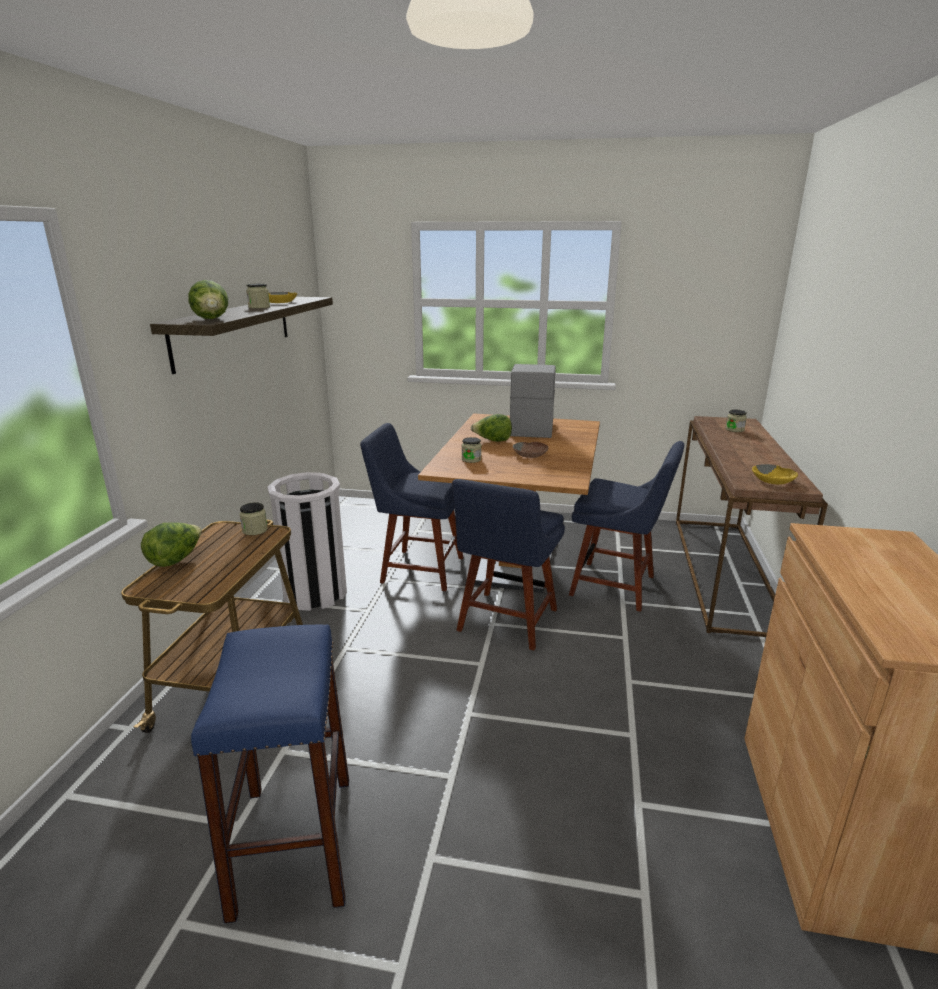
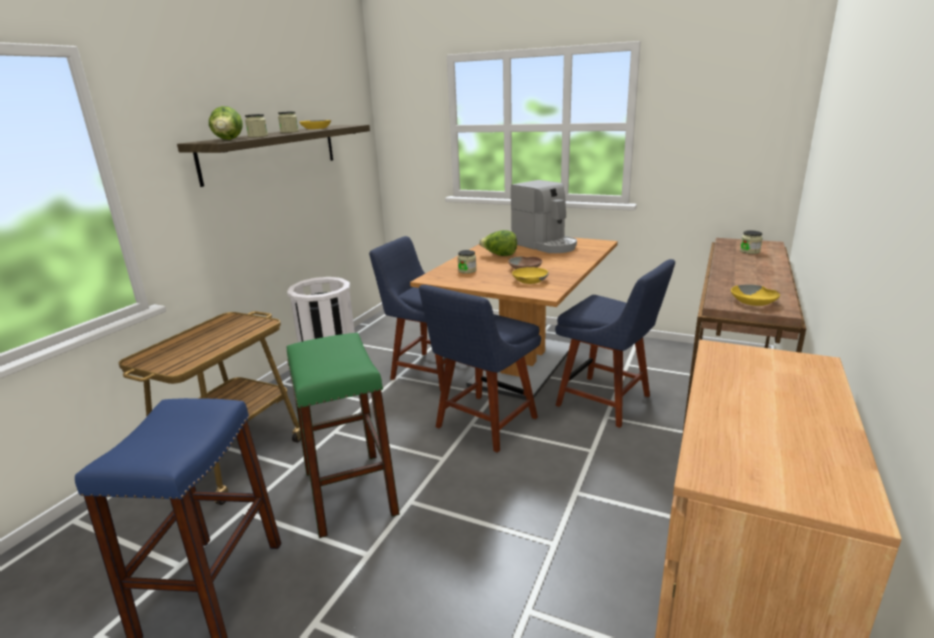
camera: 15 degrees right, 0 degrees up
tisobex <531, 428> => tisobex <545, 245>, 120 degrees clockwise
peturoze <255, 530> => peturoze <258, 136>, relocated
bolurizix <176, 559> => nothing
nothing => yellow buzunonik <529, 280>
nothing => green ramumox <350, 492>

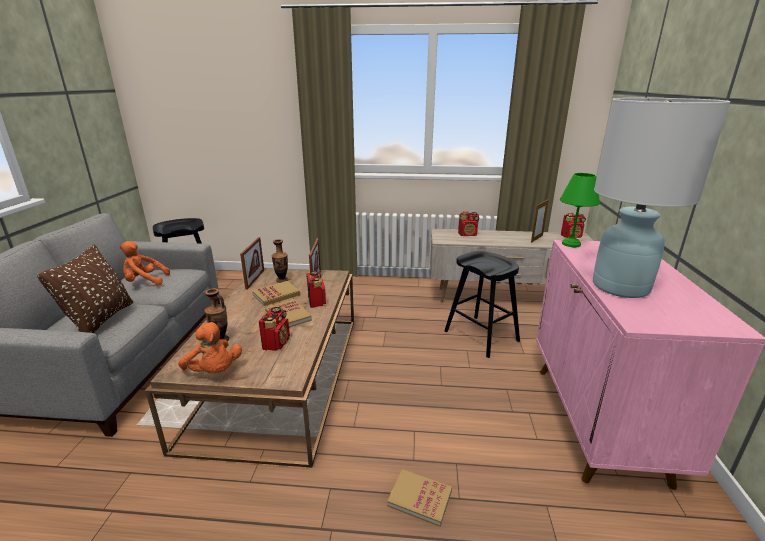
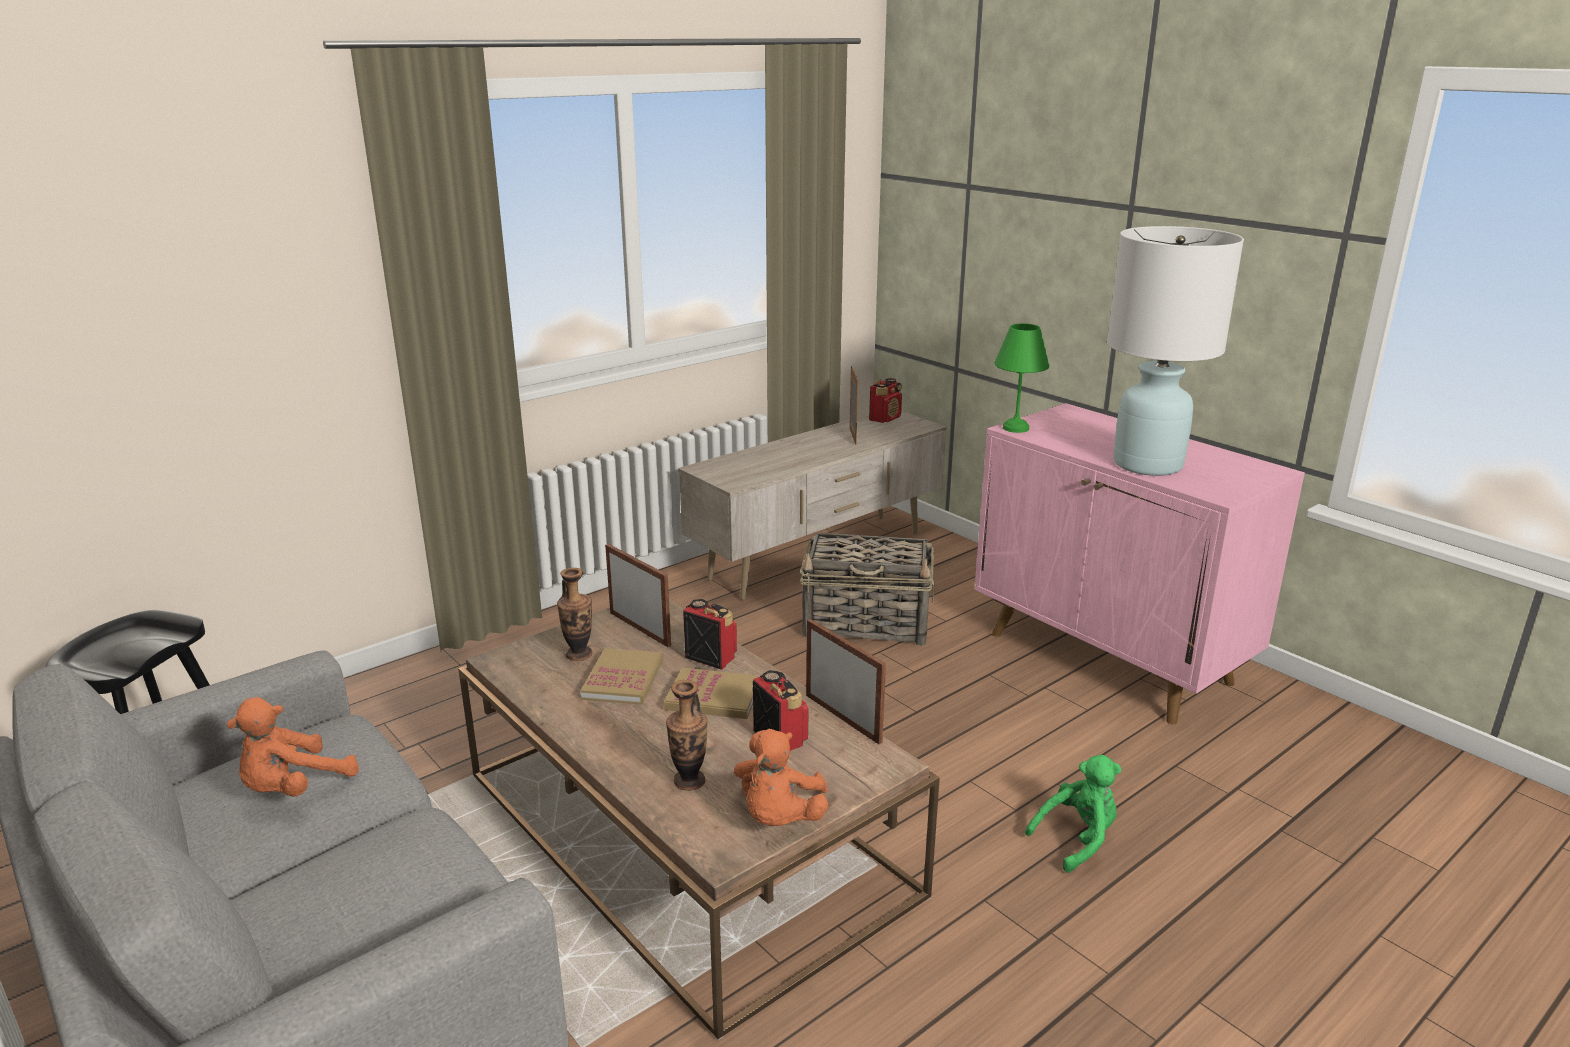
camera: 45 degrees left, 0 degrees up
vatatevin <468, 234> => nothing
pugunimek <255, 279> => pugunimek <843, 718>, relocated
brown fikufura <101, 320> => nothing
black ramumox <481, 336> => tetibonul <867, 623>
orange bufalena <214, 372> => orange bufalena <779, 818>, 105 degrees clockwise
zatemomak <420, 498> => green bufalena <1077, 839>

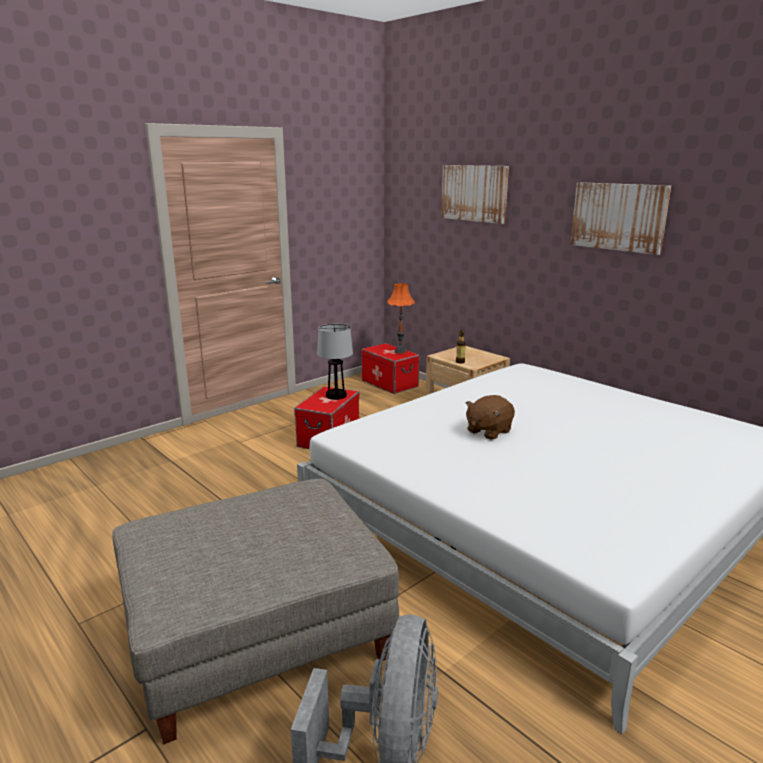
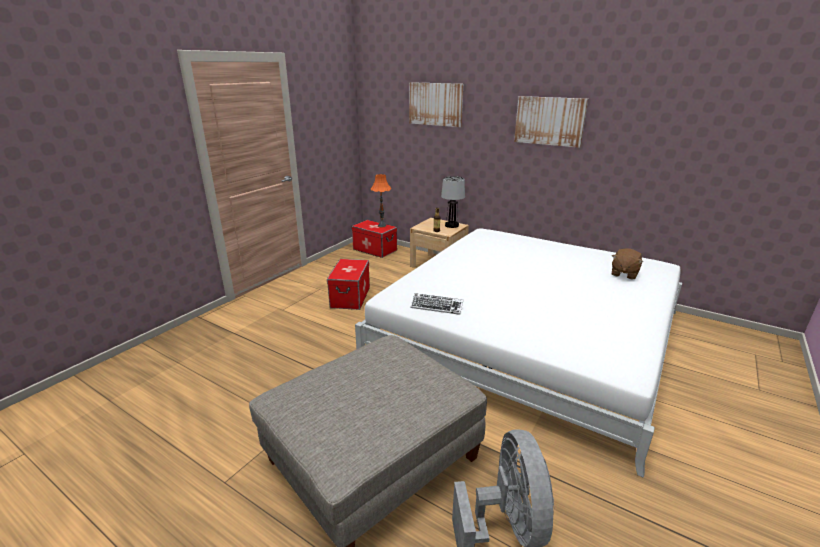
camera: 15 degrees left, 5 degrees up
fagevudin <335, 395> => fagevudin <451, 225>, relocated
brown bufalena <488, 431> => brown bufalena <624, 273>, relocated
nothing => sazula <436, 307>

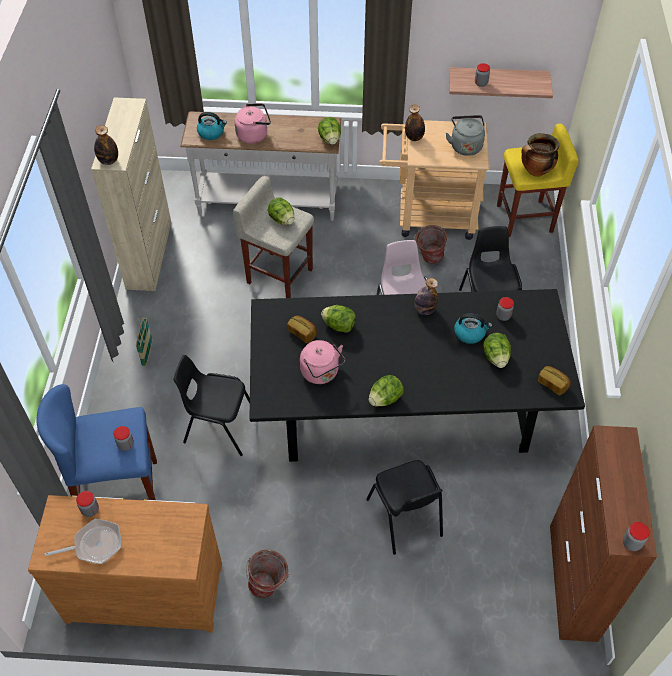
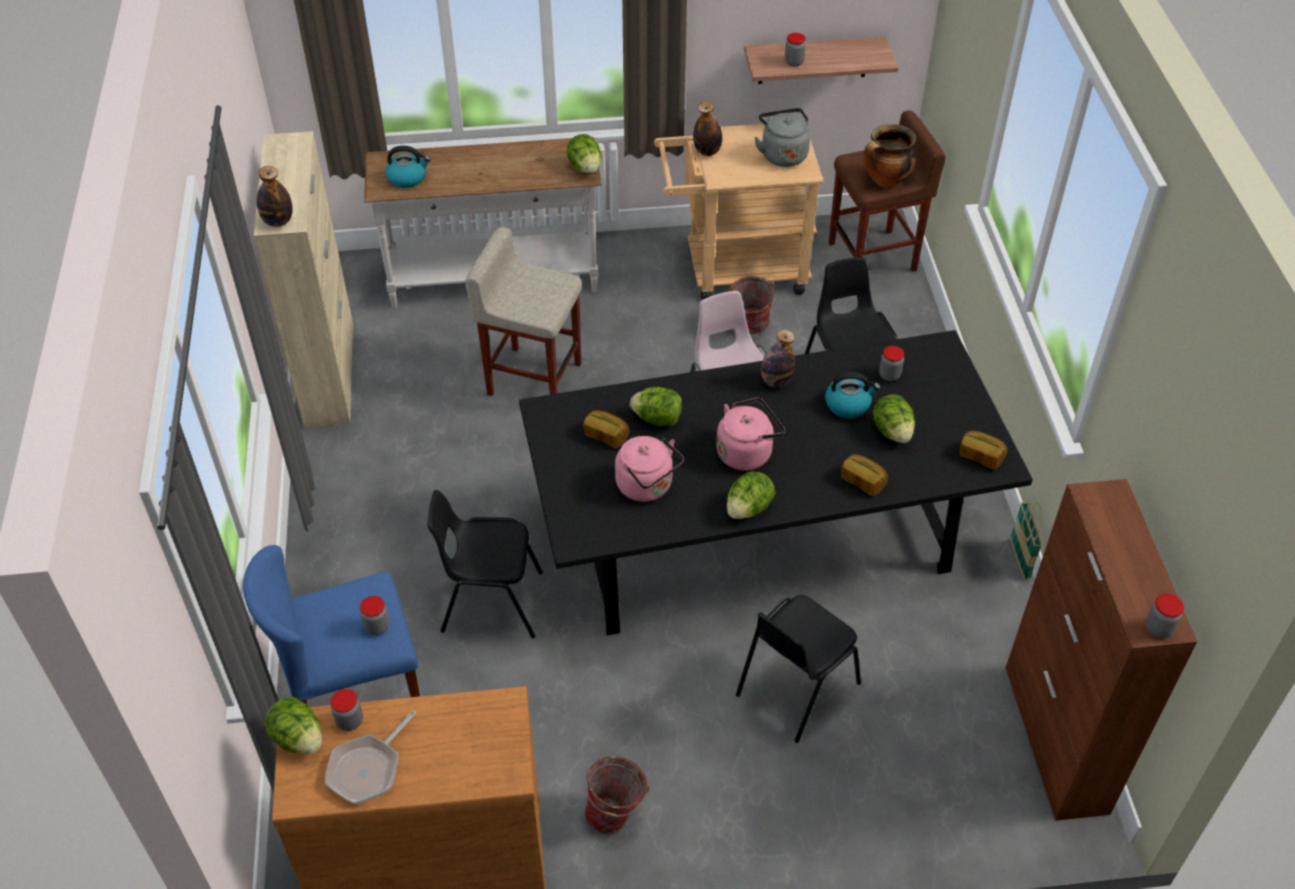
camera: 10 degrees left, 5 degrees down
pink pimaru <254, 135> => pink pimaru <747, 452>, relocated
yellow ramumox <525, 218> => brown ramumox <873, 256>
bolurizix <282, 219> => bolurizix <299, 738>, relocated
tetibonul <147, 353> => tetibonul <1019, 559>, relocated
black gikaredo <404, 518> => black gikaredo <795, 689>, 75 degrees clockwise
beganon <94, 545> => beganon <368, 769>, 150 degrees clockwise
nothing => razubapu <863, 481>

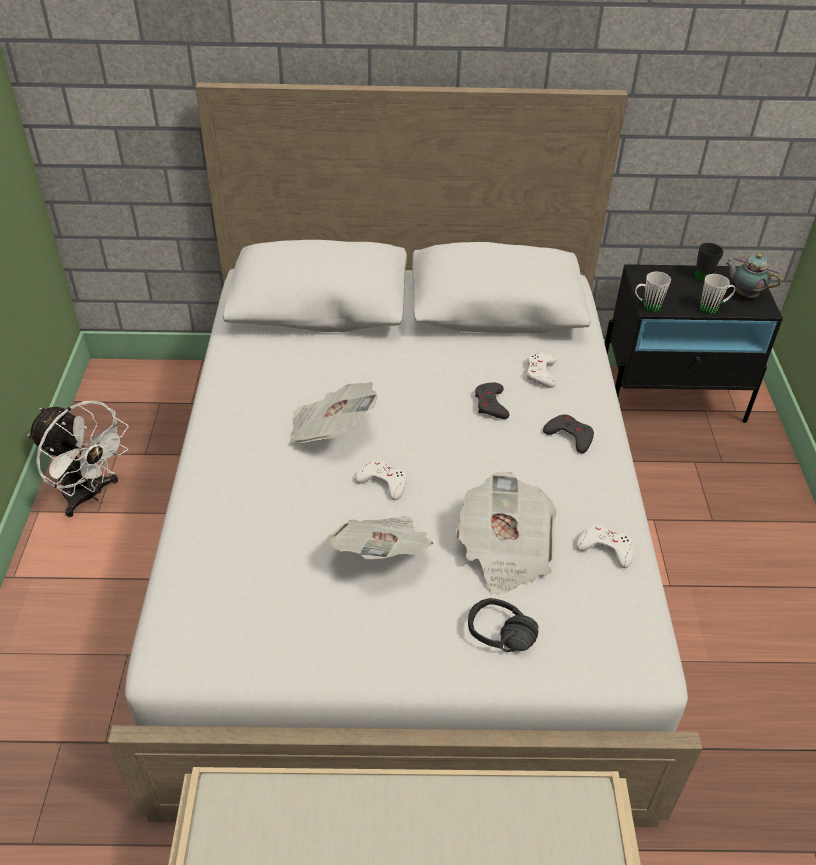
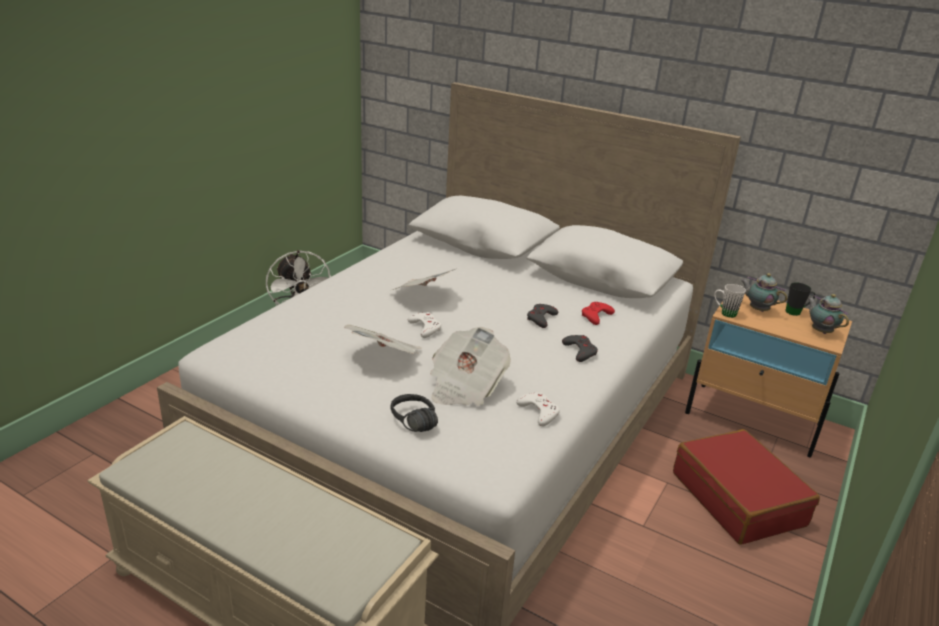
camera: 30 degrees right, 15 degrees down
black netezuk <671, 398> => beige netezuk <753, 419>
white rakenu <713, 309> => nothing
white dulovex <541, 373> => red dulovex <596, 316>
nothing => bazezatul <757, 309>
nothing => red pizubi <738, 499>

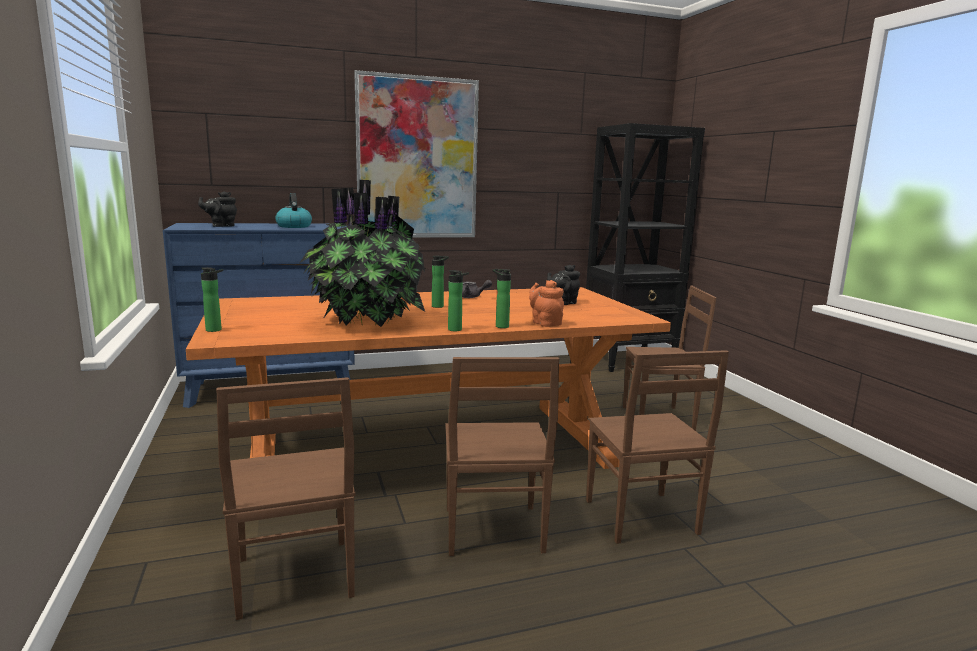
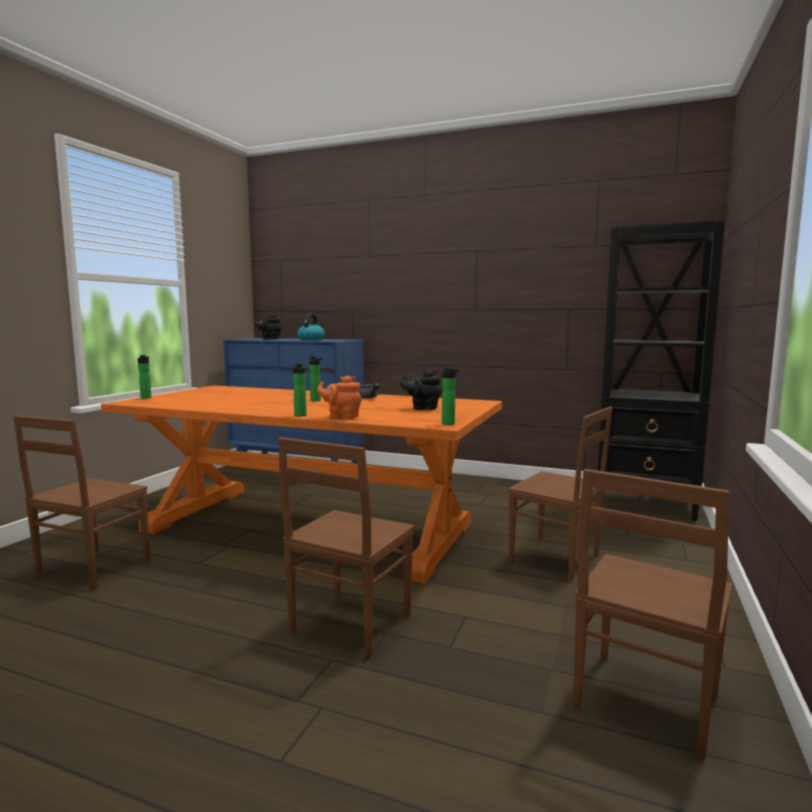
camera: 40 degrees right, 5 degrees down
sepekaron <417, 159> => nothing
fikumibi <366, 323> => nothing
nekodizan <457, 330> => nekodizan <449, 424>, relocated
orange bazezatul <545, 323> => orange bazezatul <342, 417>, 90 degrees counterclockwise
brown gikaredo <492, 531> => brown gikaredo <643, 702>, relocated

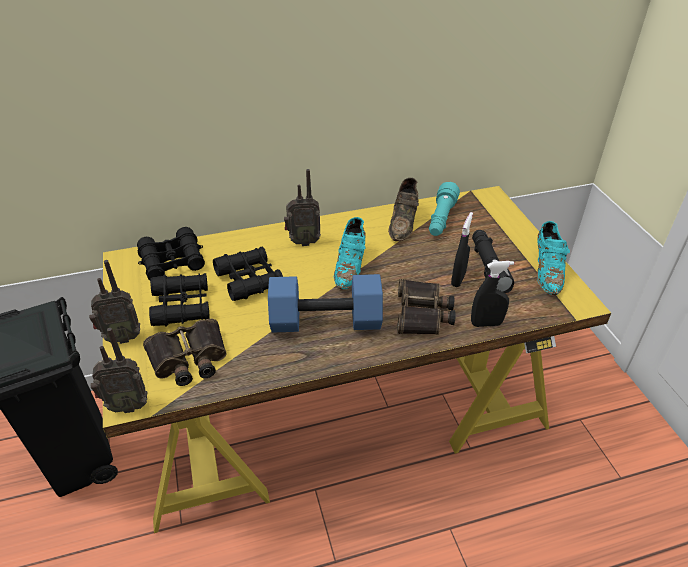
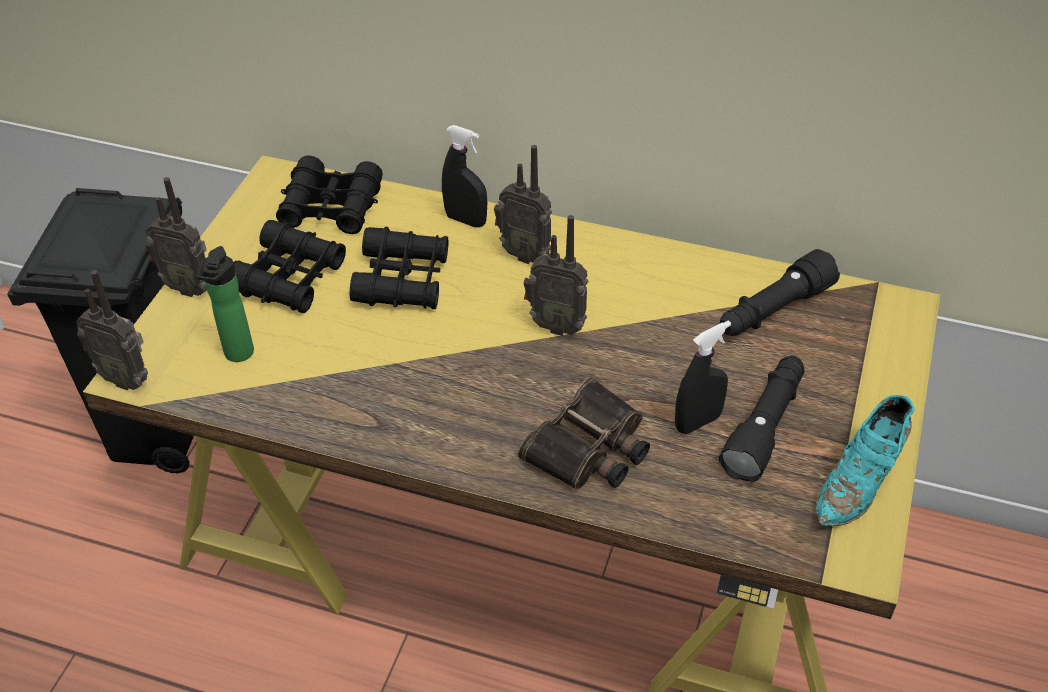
camera: 35 degrees right, 5 degrees up
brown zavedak <403, 223> => nothing
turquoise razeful <441, 219> => black razeful <773, 310>
turquoise zavedak <351, 266> => vatatevin <556, 325>
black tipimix <486, 323> => black tipimix <466, 220>, relocated
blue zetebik <327, 320> => nothing
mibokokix <189, 359> => nekodizan <237, 355>

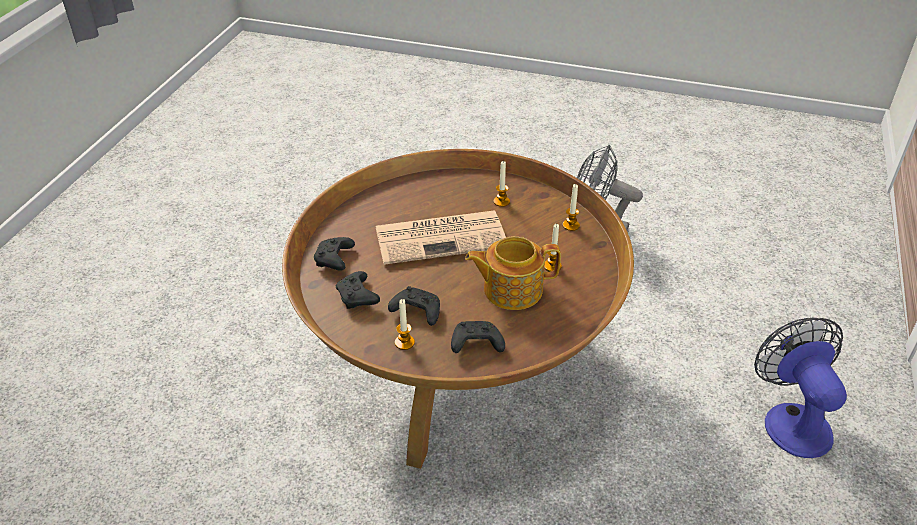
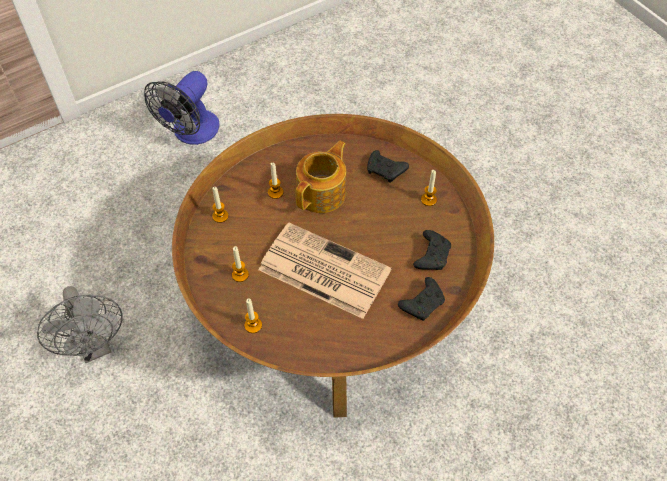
camera: 140 degrees left, 15 degrees up
bazezatul <511, 289> => bazezatul <322, 193>, 90 degrees counterclockwise
black dulovex <416, 311> => nothing
nothing => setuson <253, 325>

